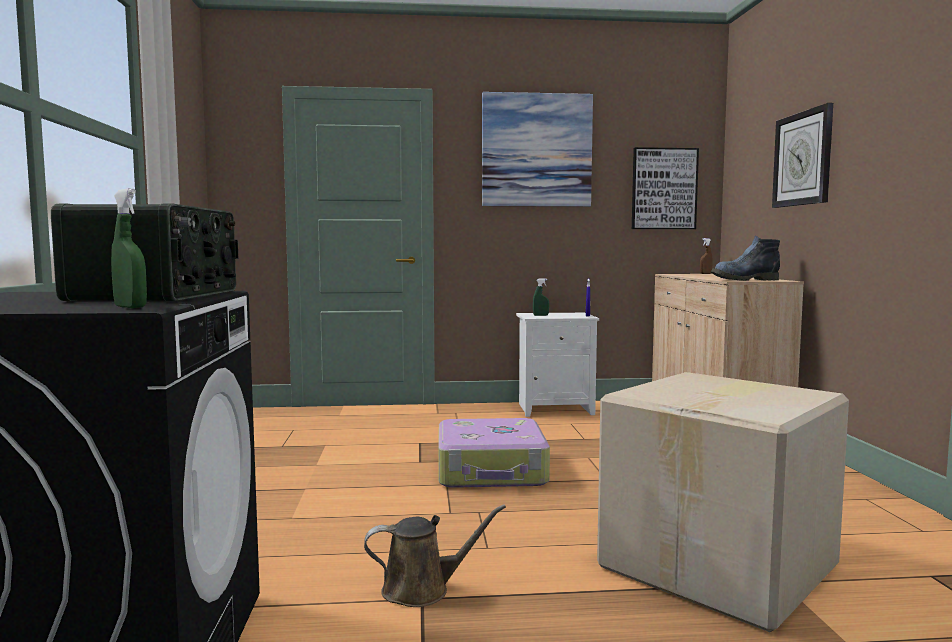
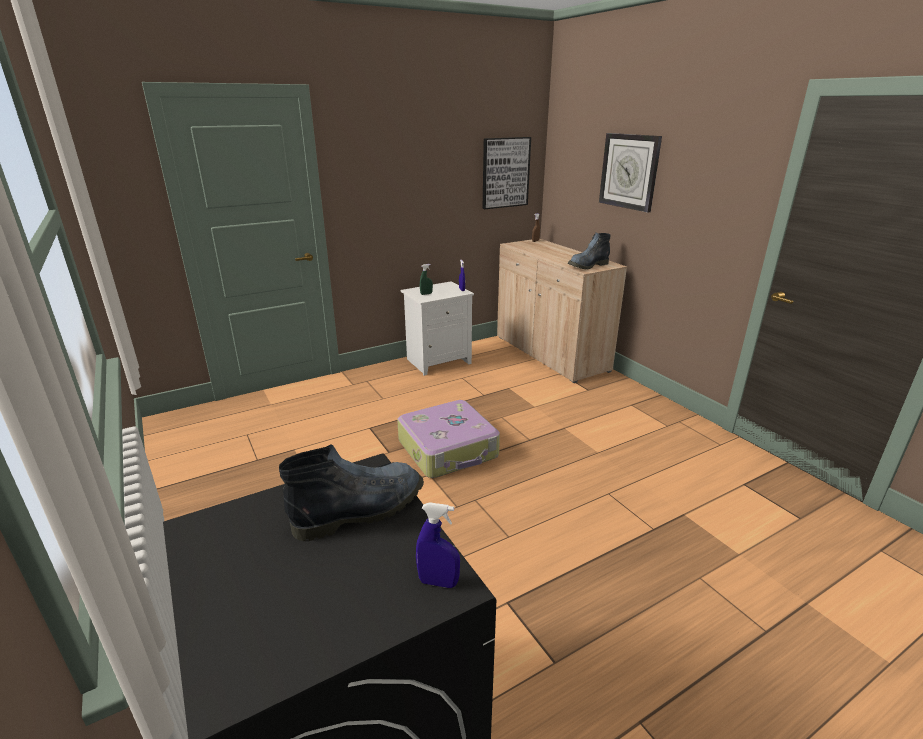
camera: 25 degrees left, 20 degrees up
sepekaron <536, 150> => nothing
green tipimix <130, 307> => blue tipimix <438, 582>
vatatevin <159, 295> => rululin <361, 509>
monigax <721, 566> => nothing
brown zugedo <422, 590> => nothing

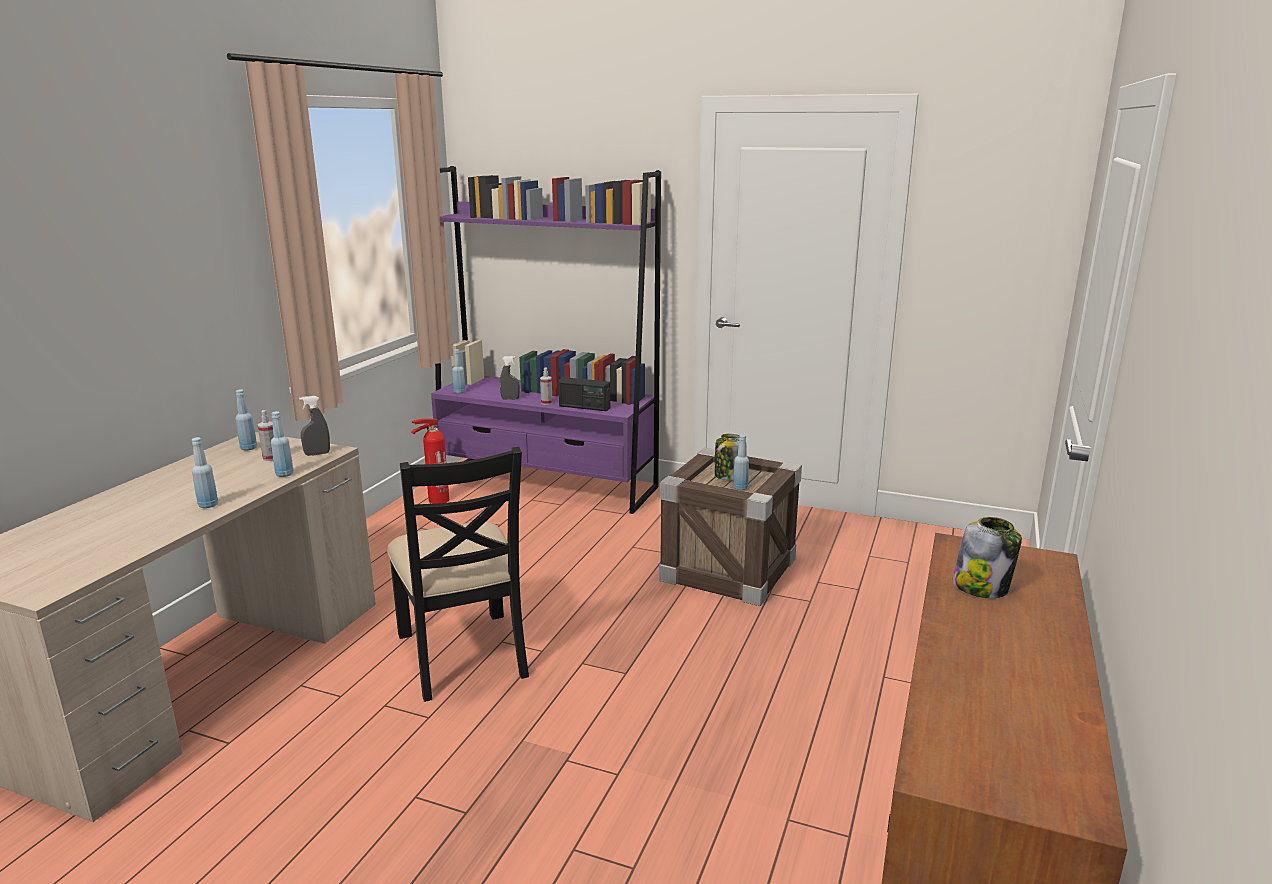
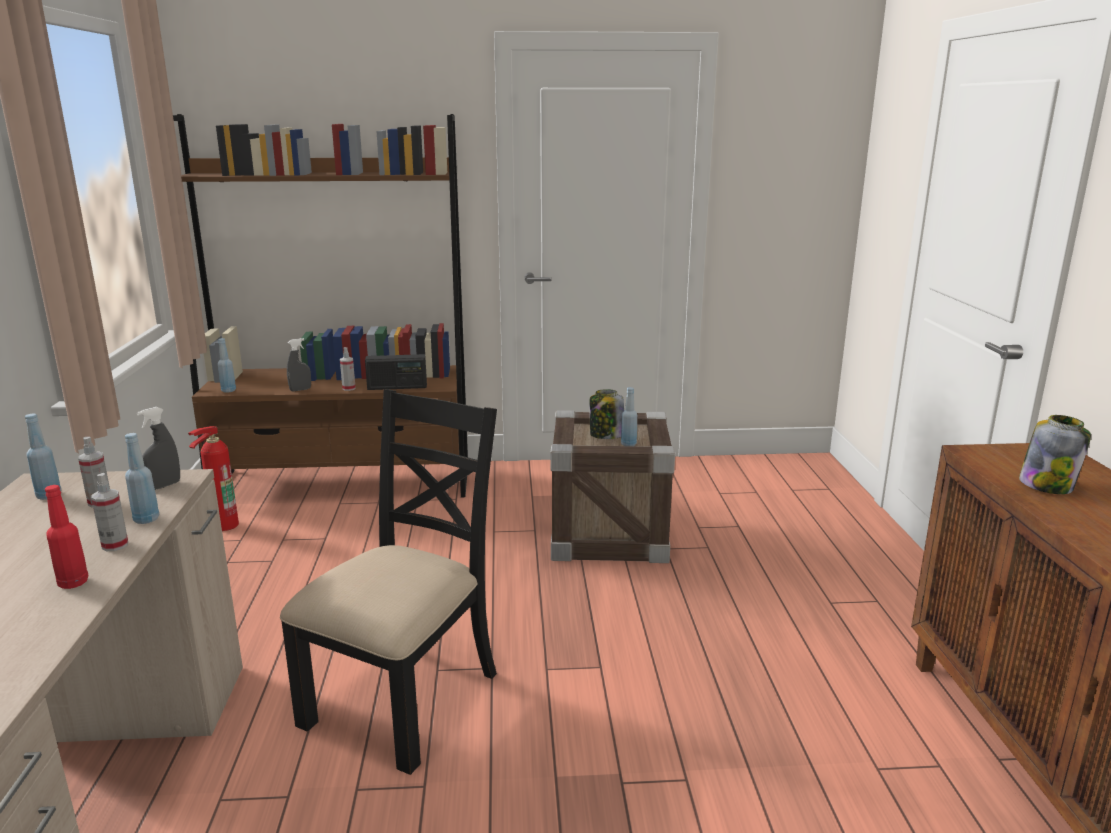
camera: 25 degrees left, 0 degrees up
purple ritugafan <547, 484> => brown ritugafan <344, 483>
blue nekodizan <208, 505> => red nekodizan <73, 583>
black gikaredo <463, 654> => black gikaredo <404, 698>, 105 degrees counterclockwise
nothing => tipimix <115, 545>

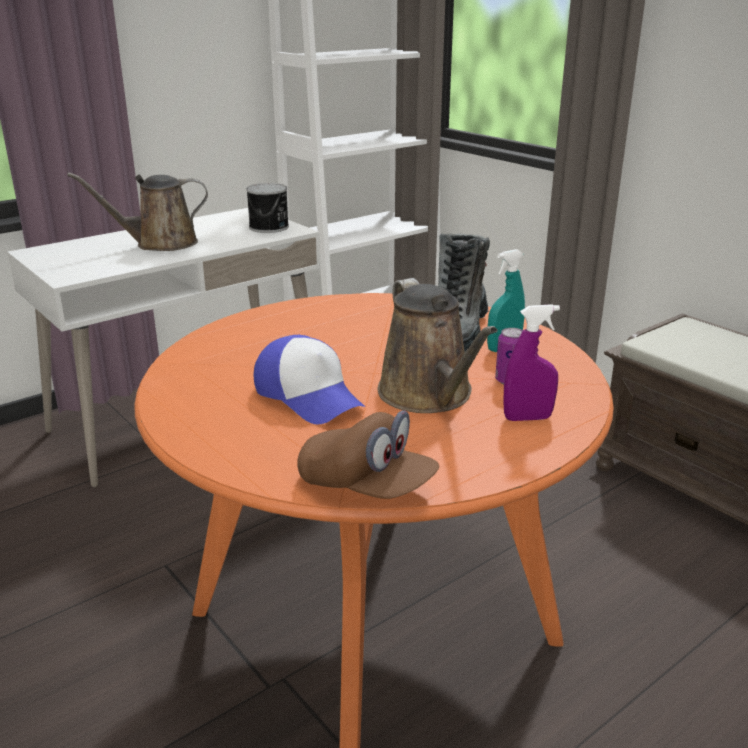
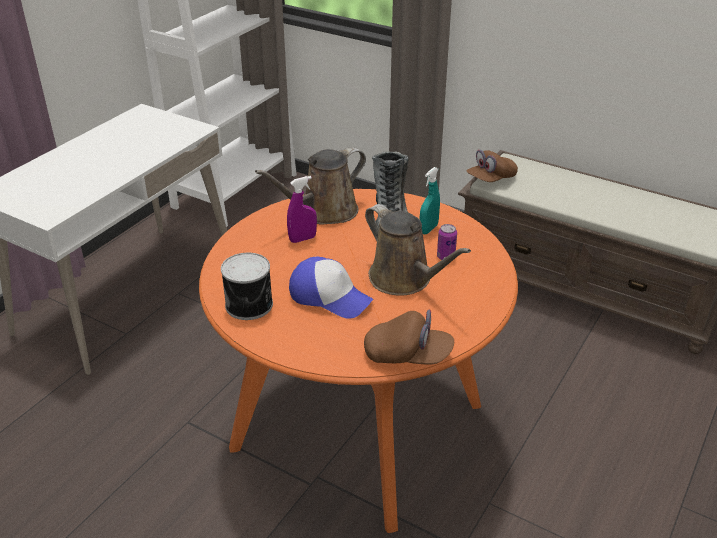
camera: 20 degrees left, 10 degrees up
brown zugedo <160, 244> => brown zugedo <324, 212>, relocated
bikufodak <270, 227> => bikufodak <250, 305>, relocated
purple tipimix <527, 418> => purple tipimix <302, 239>, relocated
nothing => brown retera <491, 179>

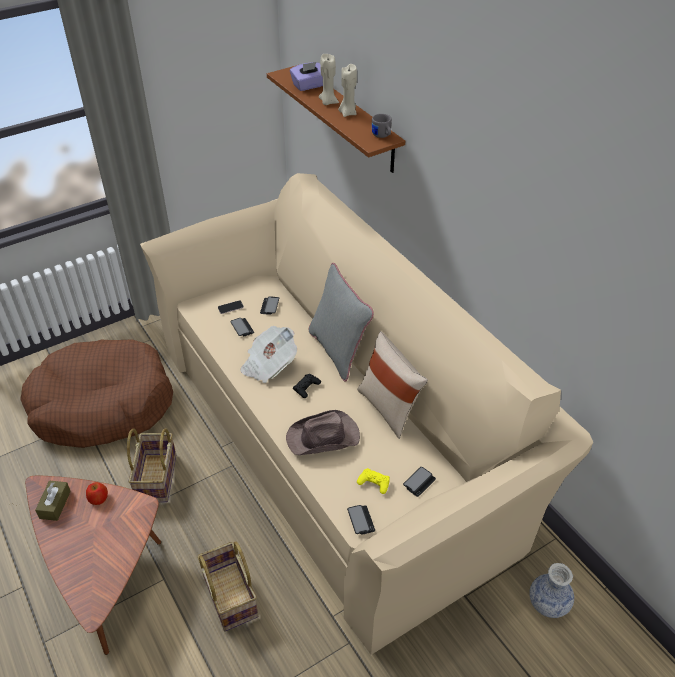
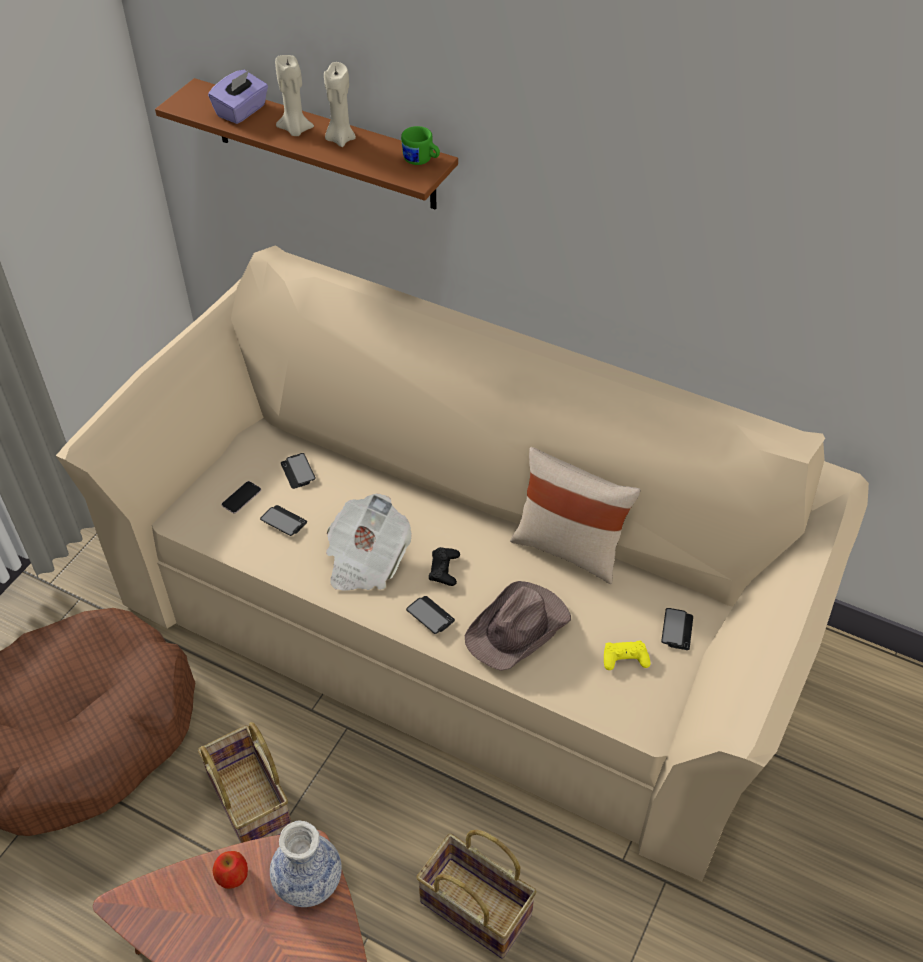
camera: 30 degrees left, 5 degrees up
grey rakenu <382, 136> => green rakenu <421, 161>
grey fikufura <338, 351> => nothing
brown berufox <55, 504> => nothing
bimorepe <361, 520> => bimorepe <430, 615>, relocated
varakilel <548, 603> => varakilel <308, 880>, relocated

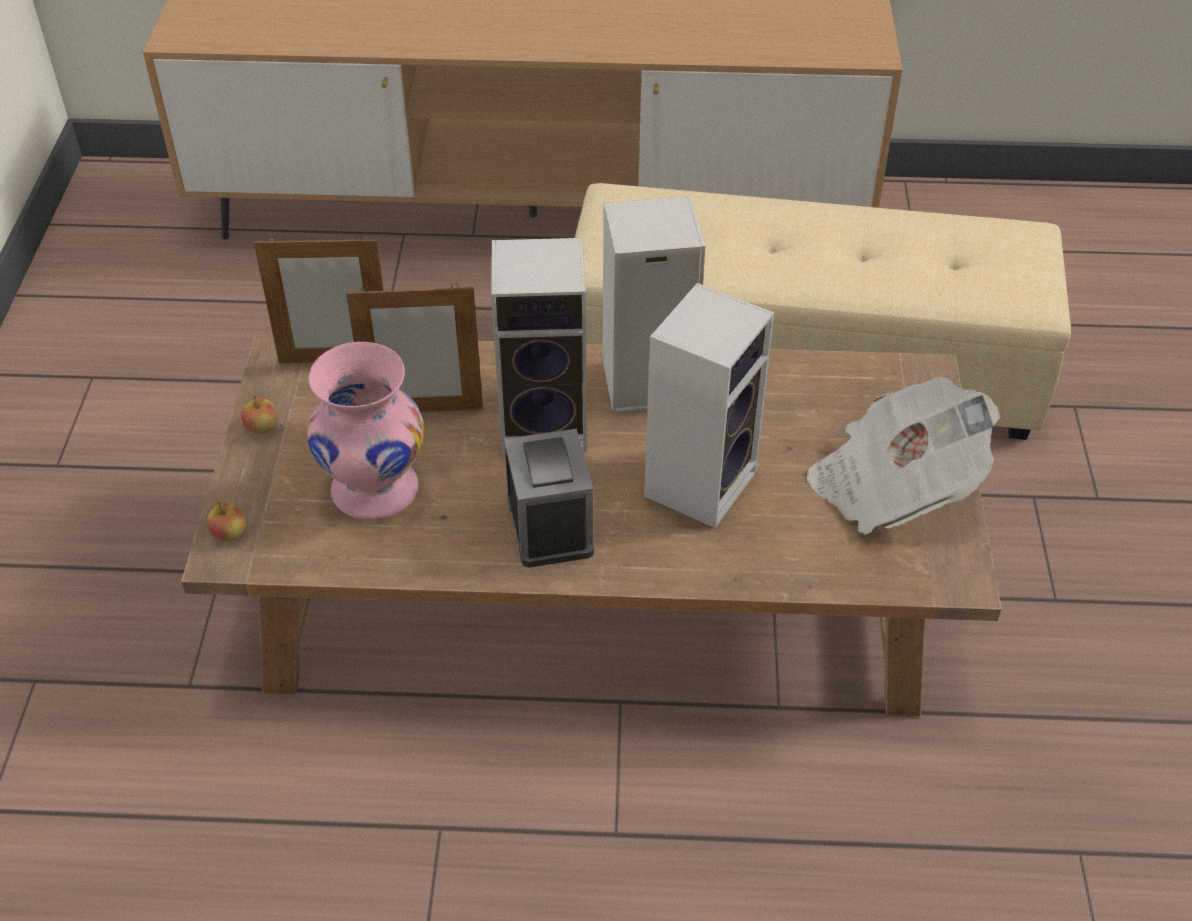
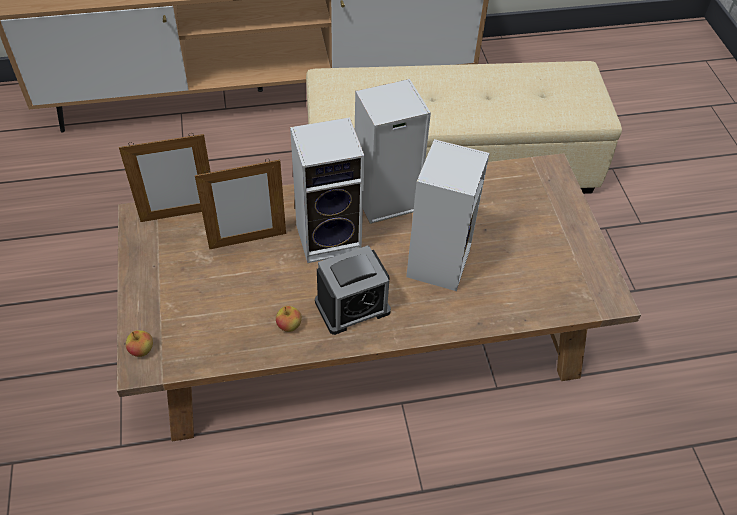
camera: 15 degrees left, 5 degrees up
pink varakilel <374, 489> => nothing
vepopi <893, 485> => nothing
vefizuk <262, 428> => vefizuk <289, 325>, relocated
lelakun <550, 525> => lelakun <352, 306>, 90 degrees clockwise

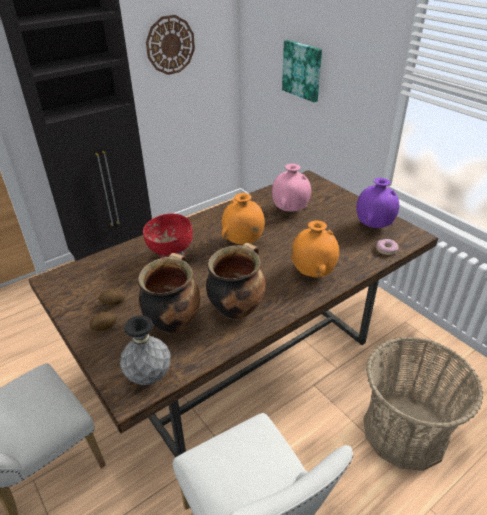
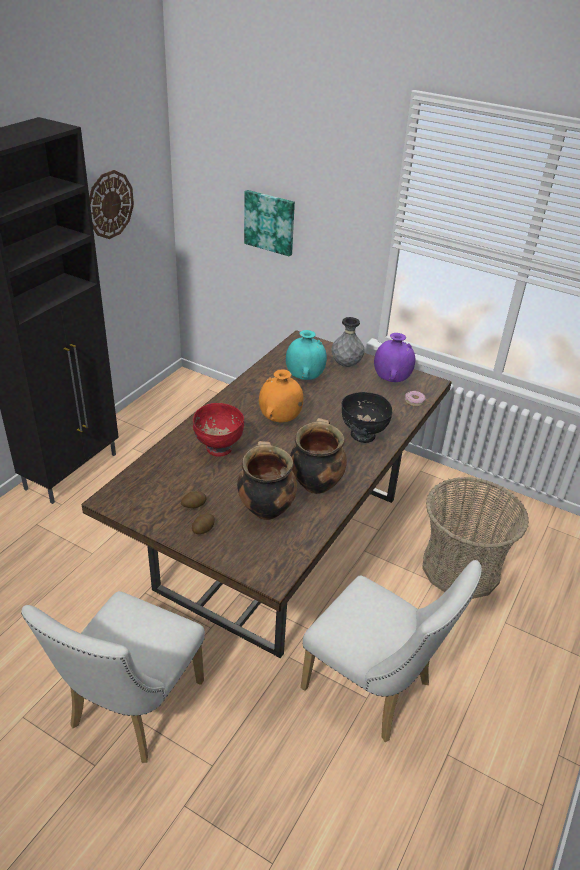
camera: 25 degrees left, 0 degrees up
pink varakilel <290, 210> => turquoise varakilel <304, 377>
orange varakilel <312, 272> => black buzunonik <363, 436>
grey varakilel <149, 376> => grey varakilel <346, 364>, relocated

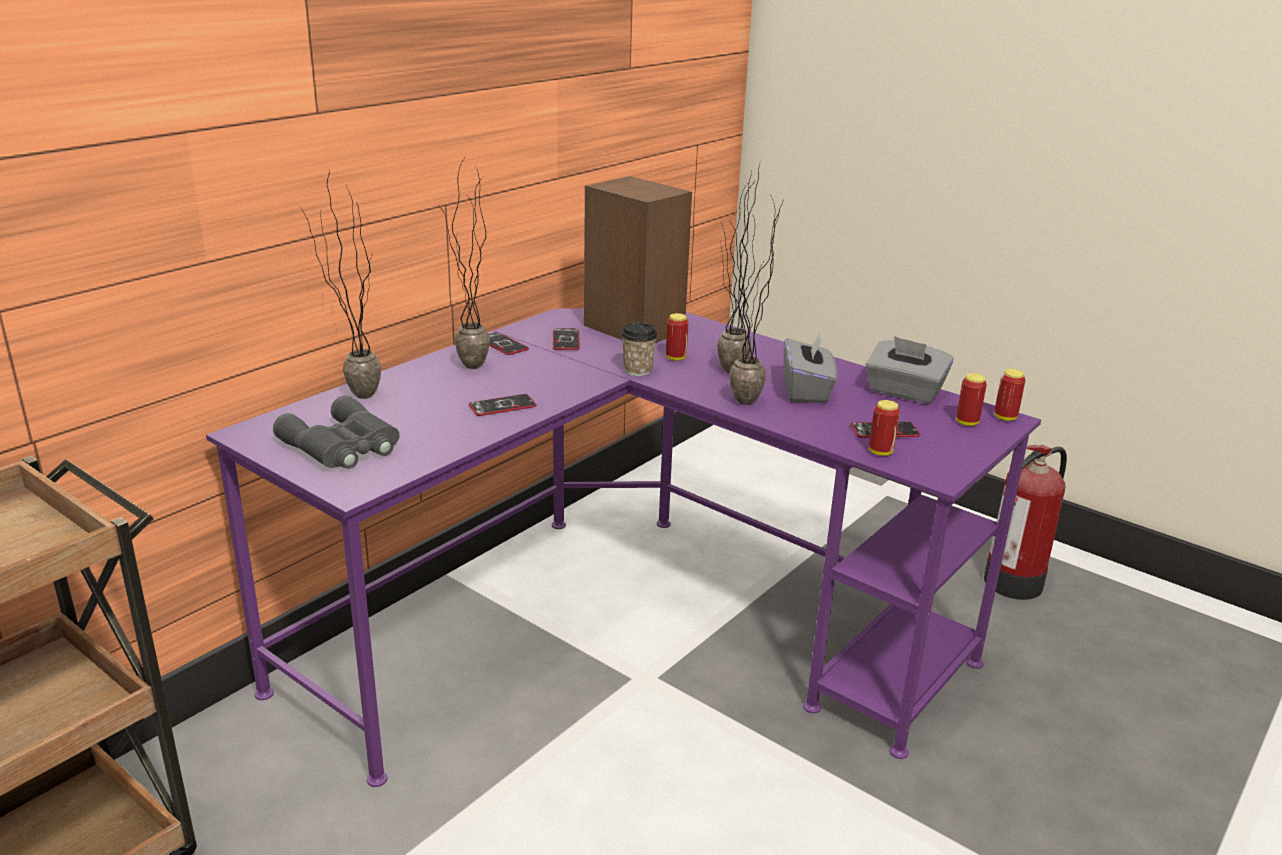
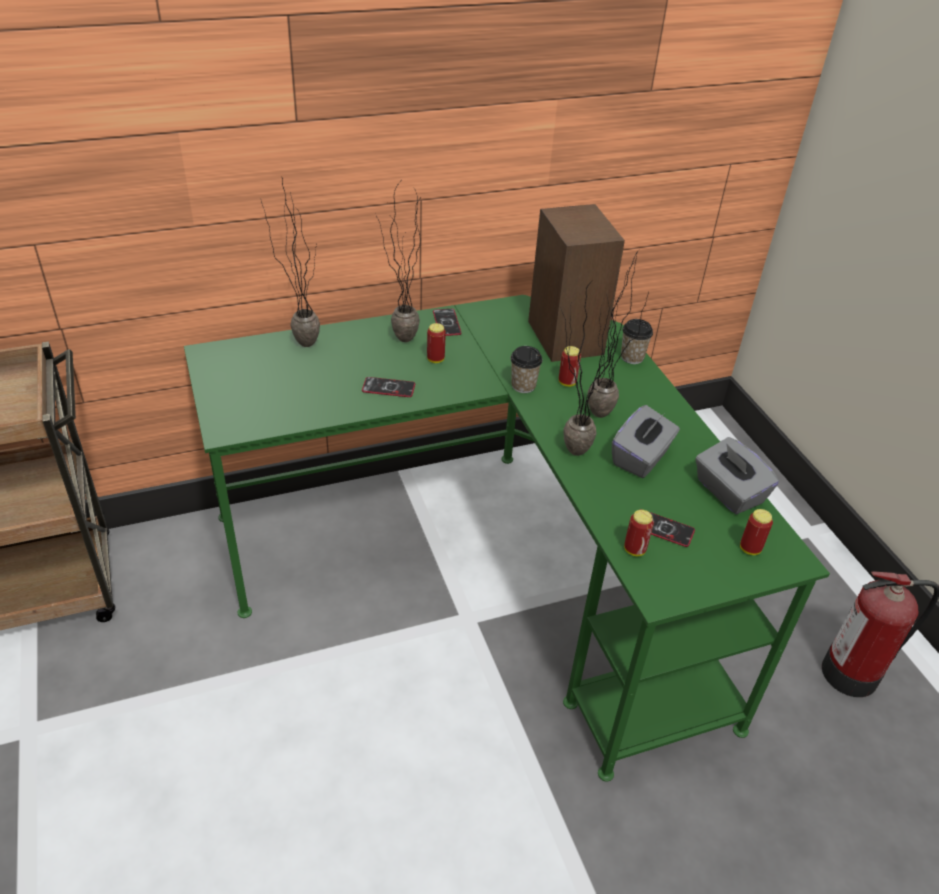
camera: 30 degrees right, 15 degrees up
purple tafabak <624, 627> => green tafabak <486, 569>
bimorepe <566, 340> => nothing
bikufodak <1005, 417> => bikufodak <435, 359>, relocated
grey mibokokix <342, 447> => nothing
nothing => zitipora <632, 357>

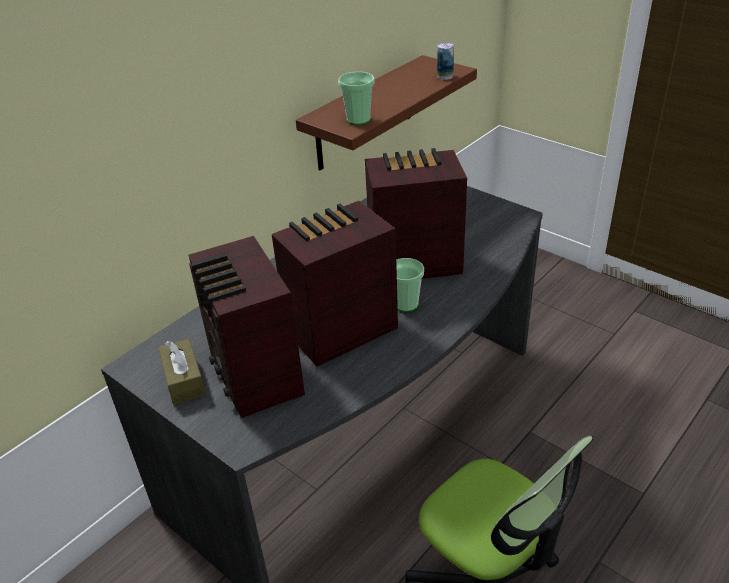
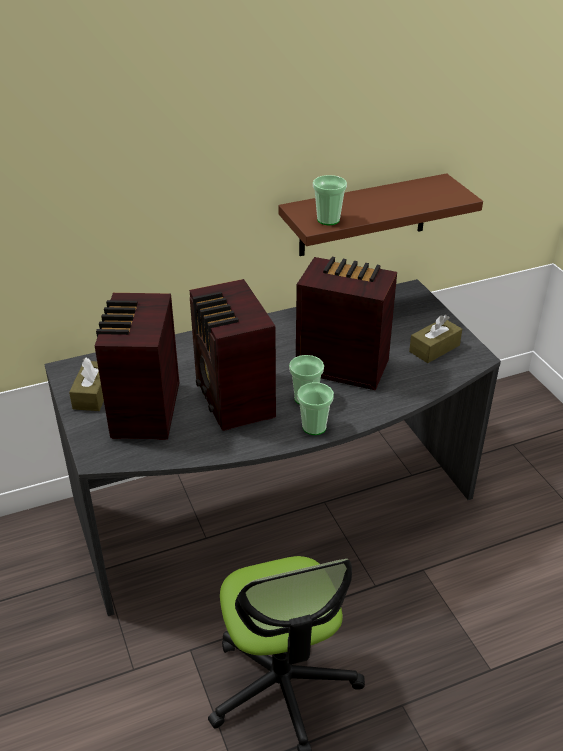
camera: 25 degrees right, 0 degrees up
bikufodak <445, 76> => nothing
vatatevin <339, 331> => vatatevin <233, 400>, 105 degrees counterclockwise
nothing => brown berufox <434, 348>
nothing => zitipora <314, 427>

